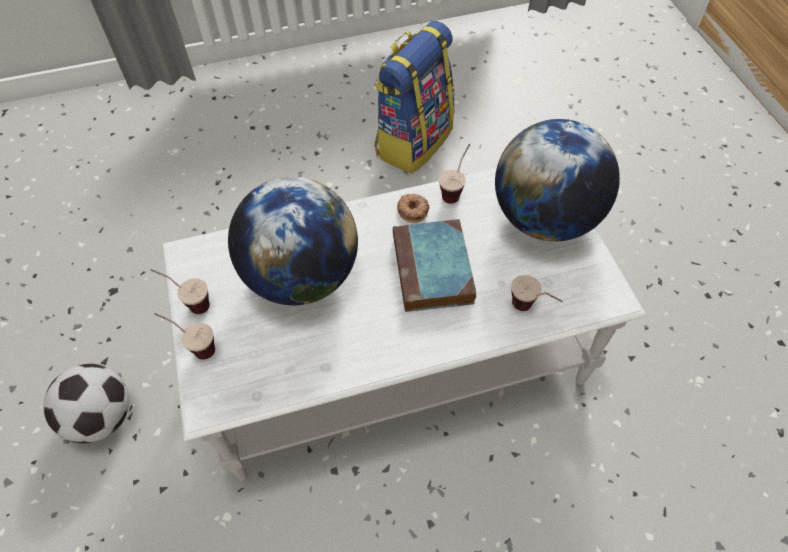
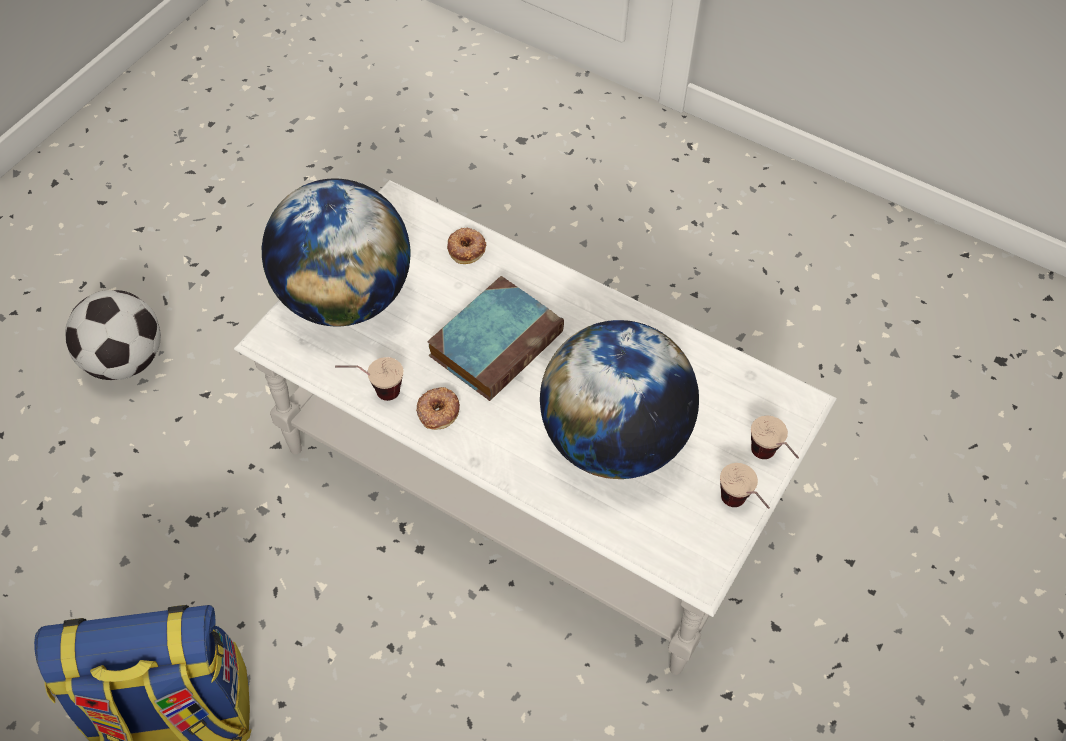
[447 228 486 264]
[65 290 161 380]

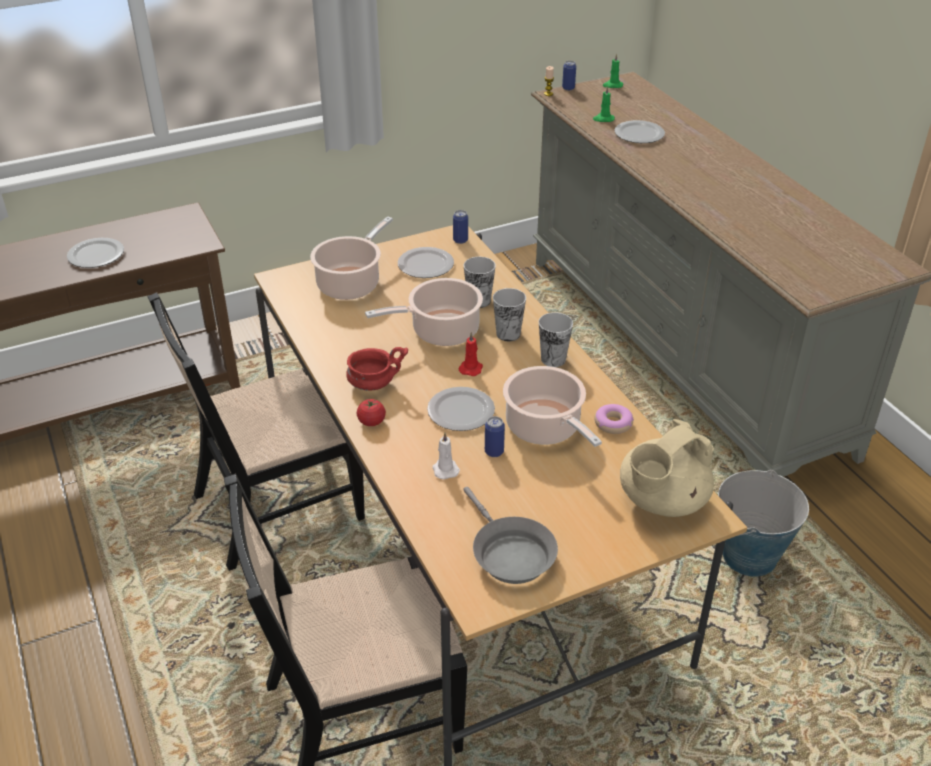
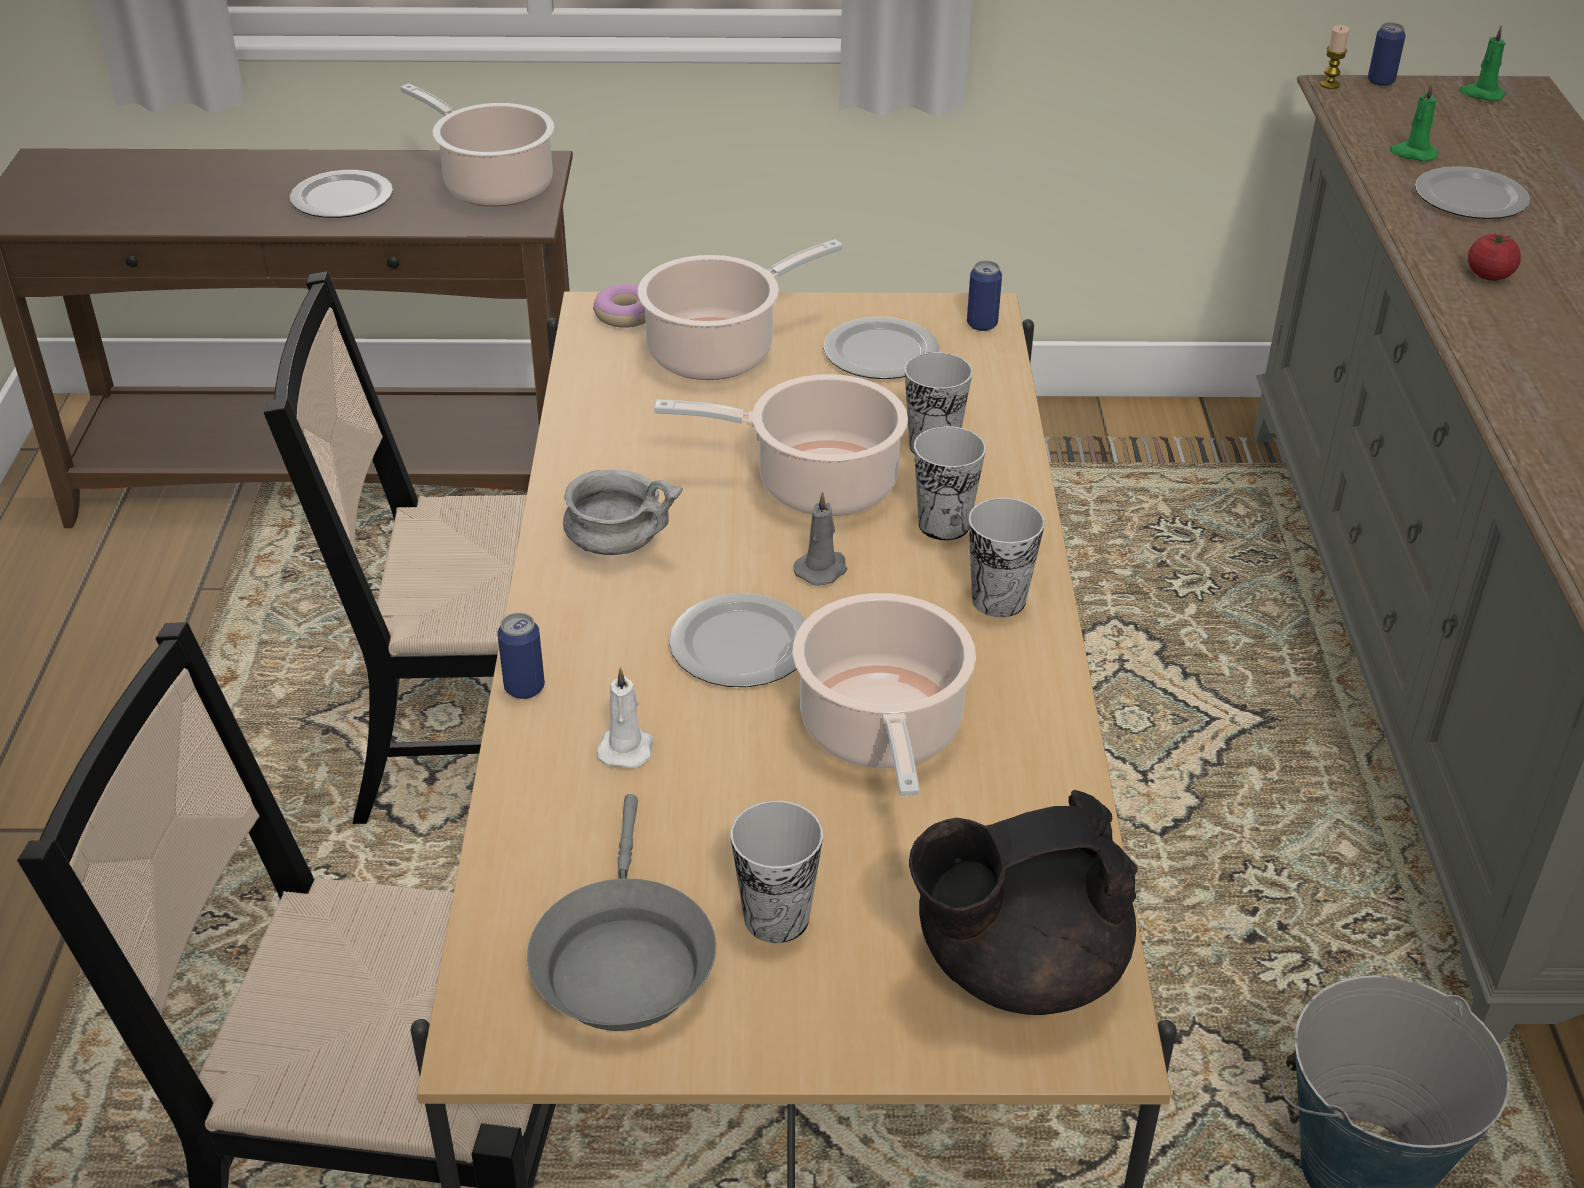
[793 492 847 586]
[563 470 683 555]
[1468 234 1521 281]
[593 284 646 328]
[497 613 545 699]
[909 790 1137 1015]
[400 83 555 207]
[731 801 823 943]

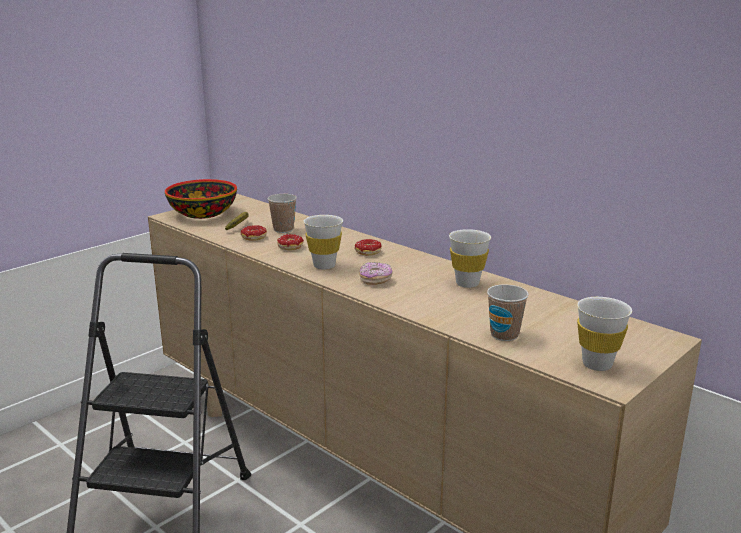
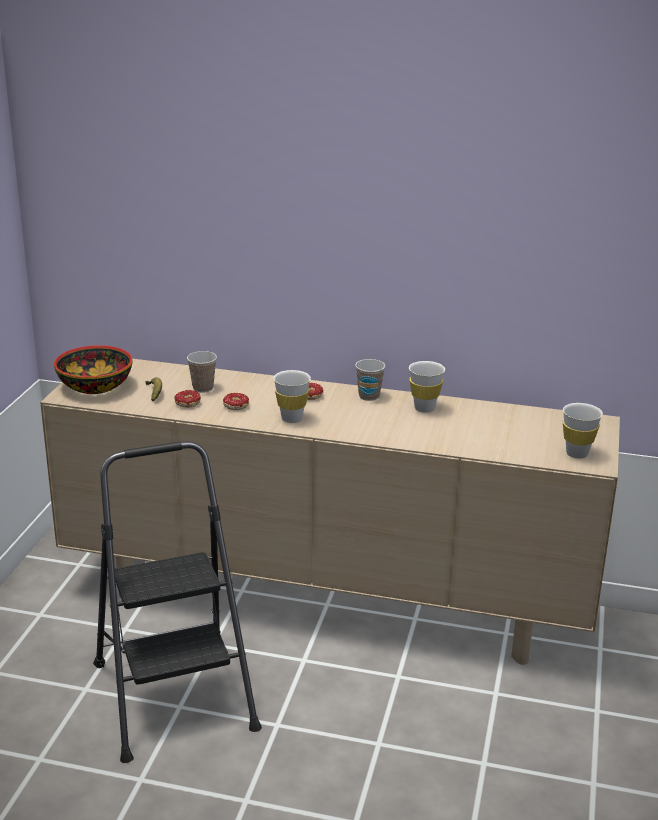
[359 262 393 285] (first image)
[355 359 385 401]

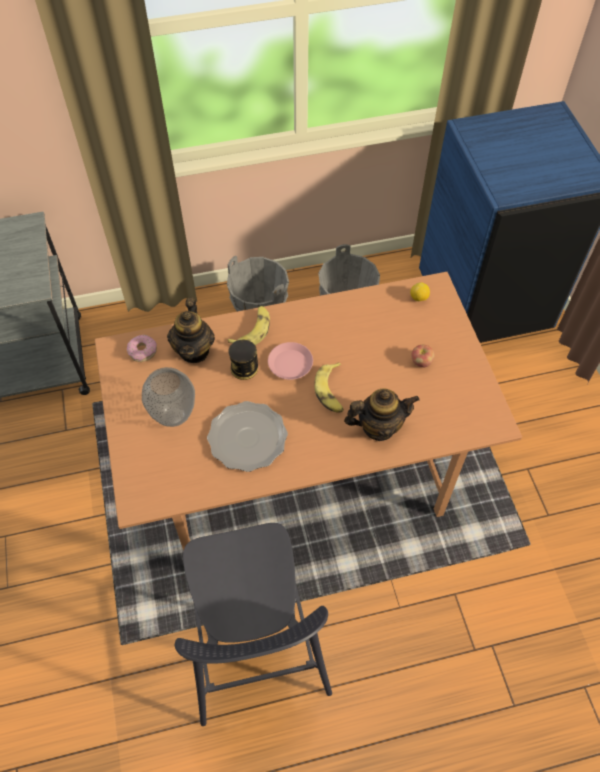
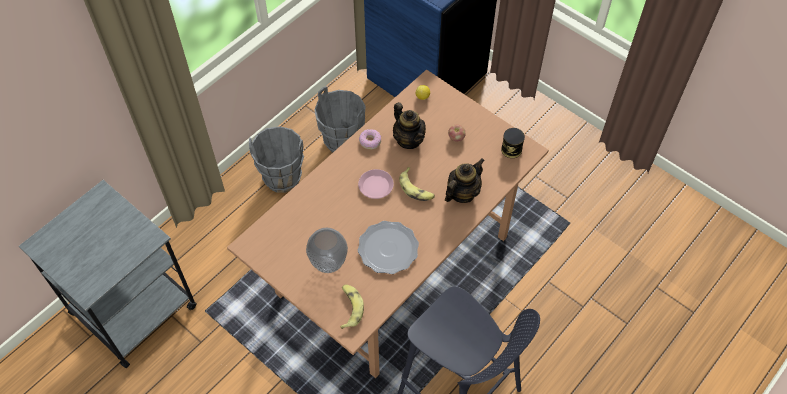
[393 102 426 149]
[340 285 364 329]
[359 129 381 150]
[501 128 525 158]

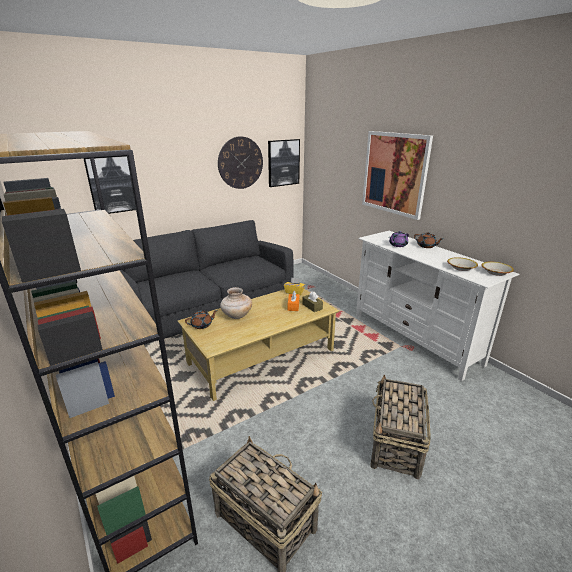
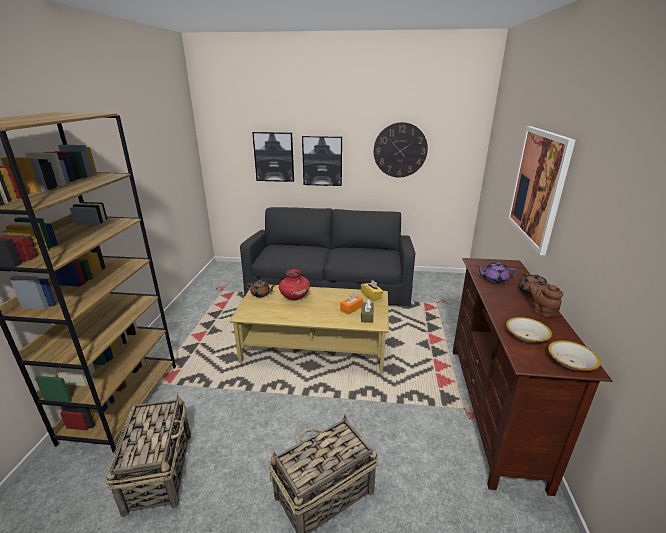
[302 136 342 186]
[453 258 613 496]
[279 269 310 301]
[529 281 563 318]

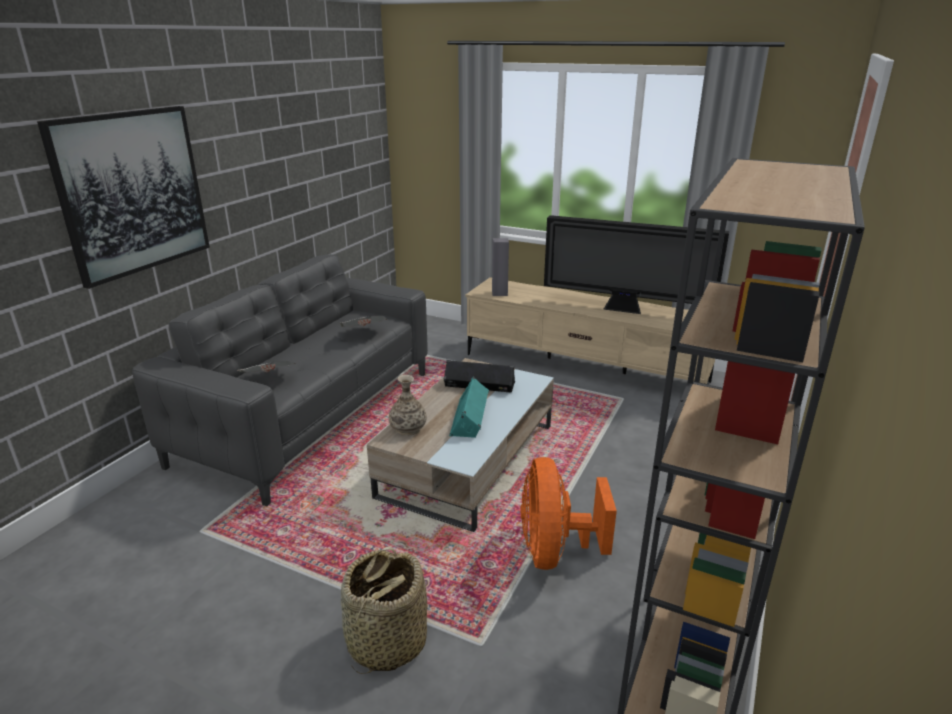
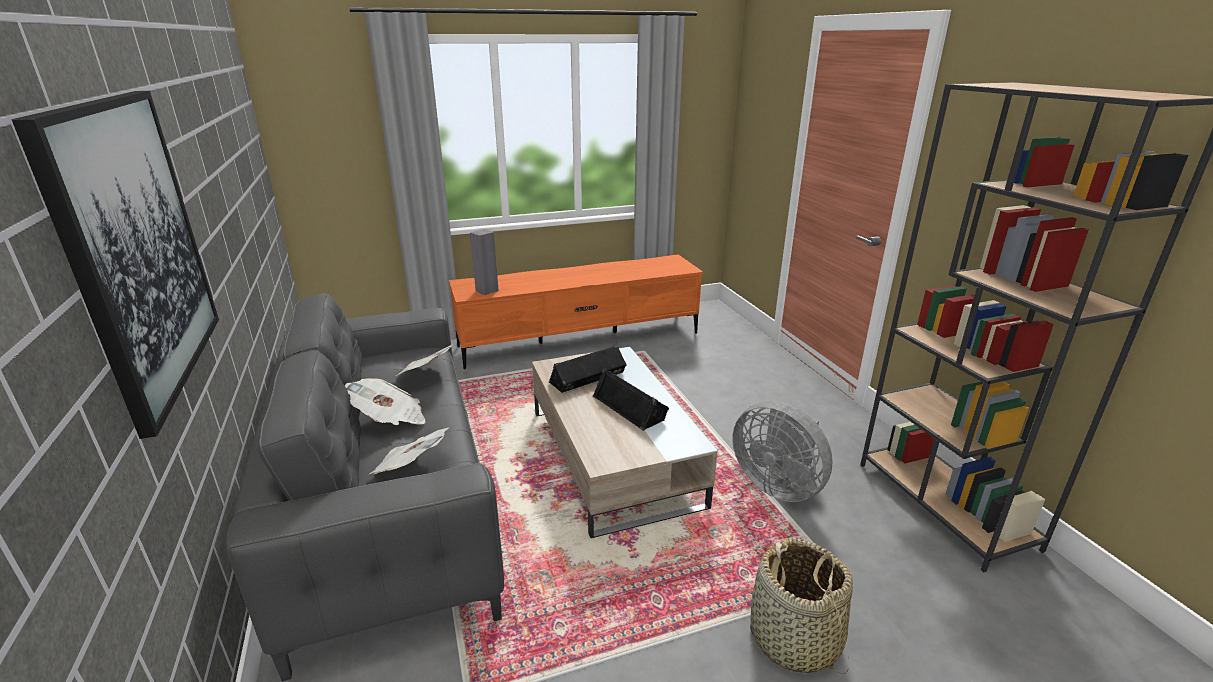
[544 215 729 314] (first image)
[449 254 703 370]
[389 375 427 435] (first image)
[593 367 669 431]
[732 401 833 502]
[345 378 426 425]

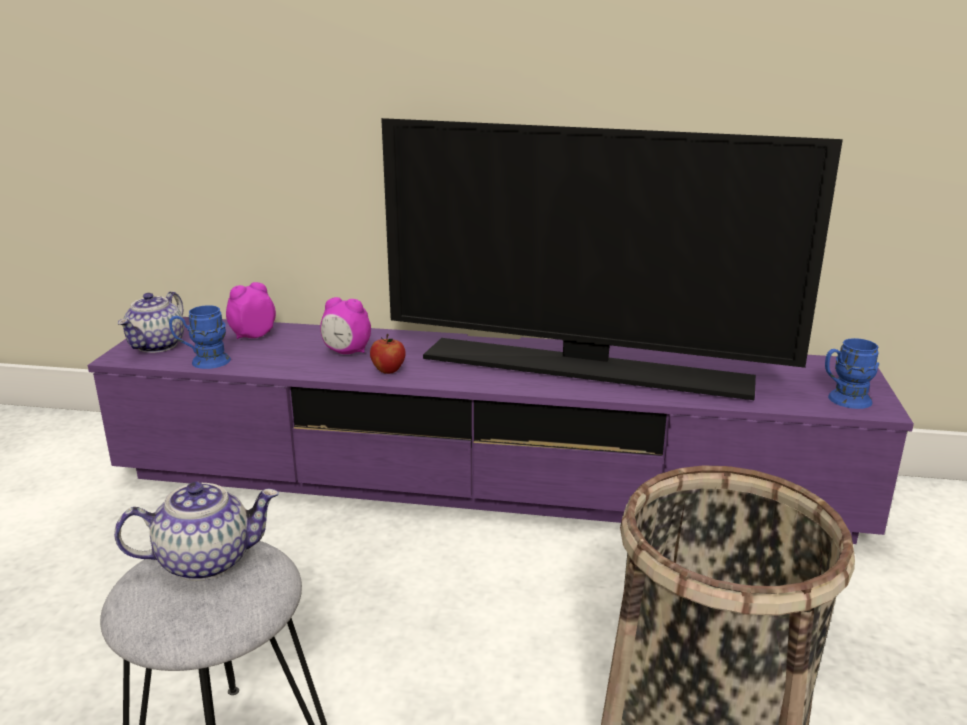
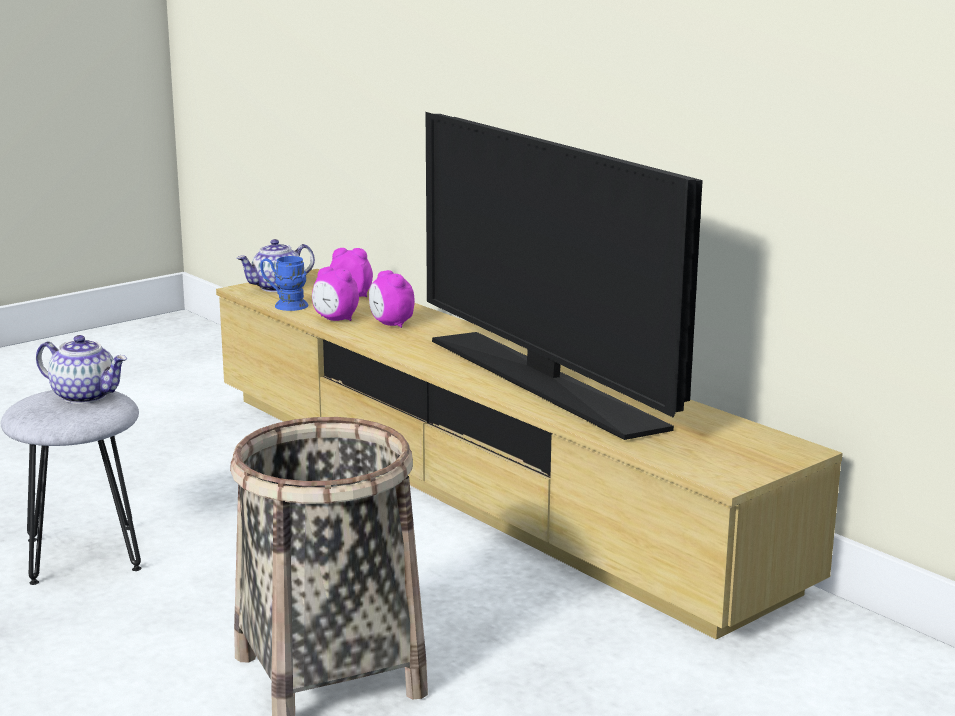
[216 269 843 640]
[370 334 406 374] (first image)
[825 338 879 409] (first image)
[312 267 359 321]

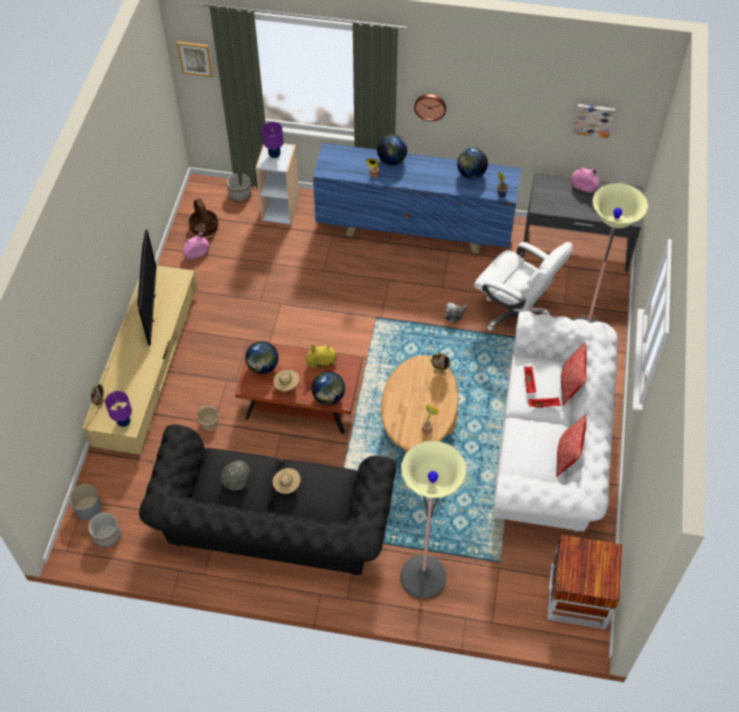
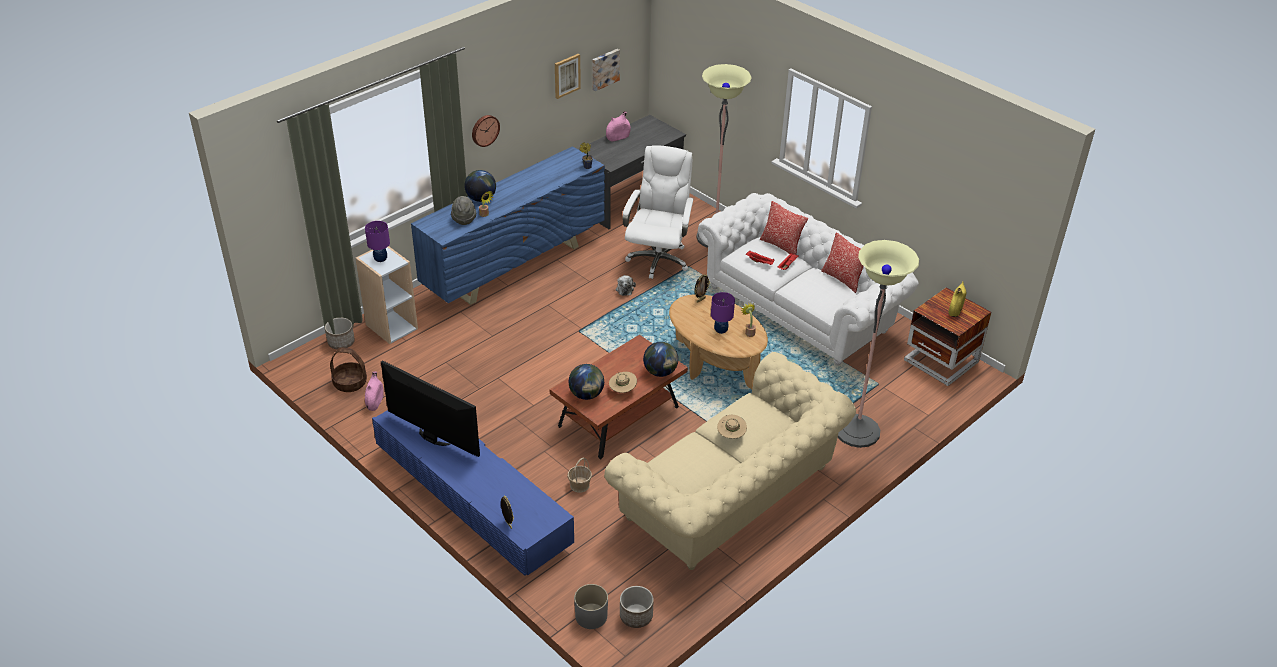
[555 54 581 99]
[457 148 488 179] (first image)
[623 146 693 279]
[372 410 574 576]
[948 282 966 317]
[711 292 735 334]
[604 352 856 570]
[451 196 476 225]

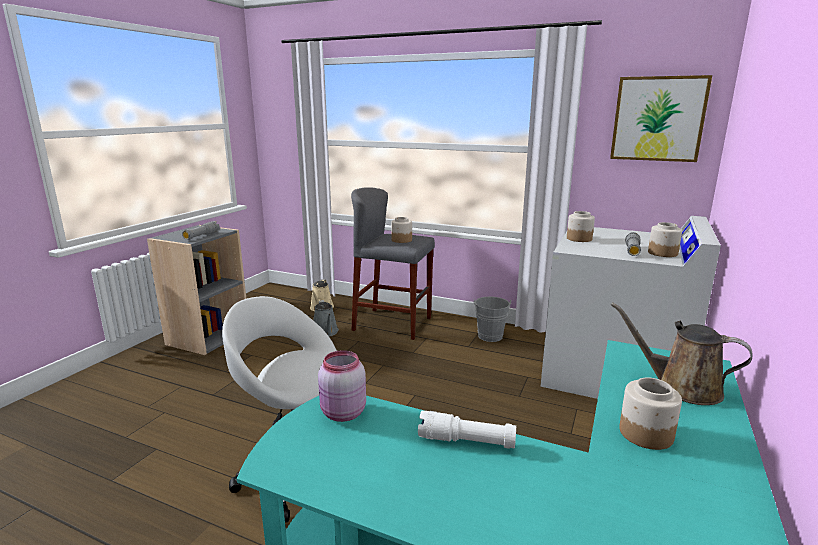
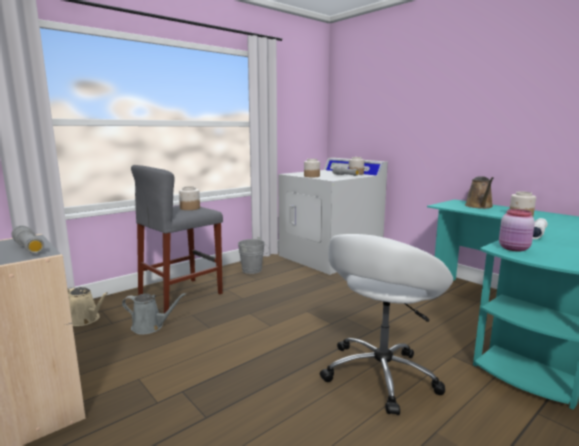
[610 75 712 162] (first image)
[465 176 494 209]

